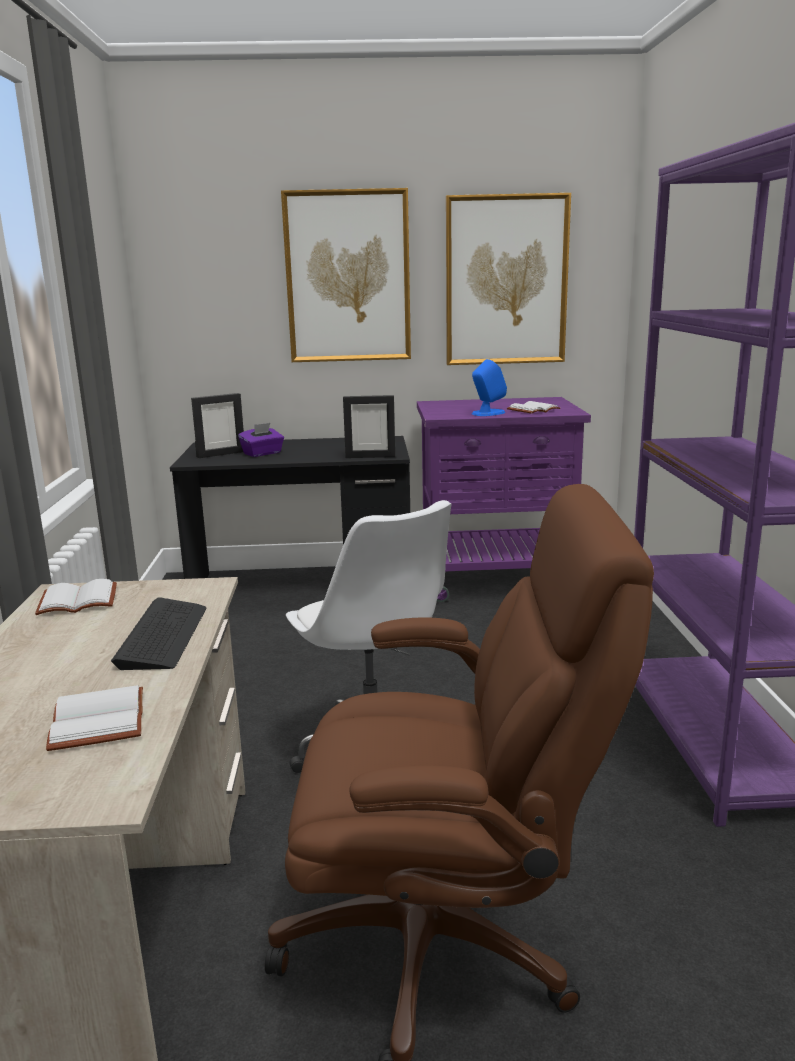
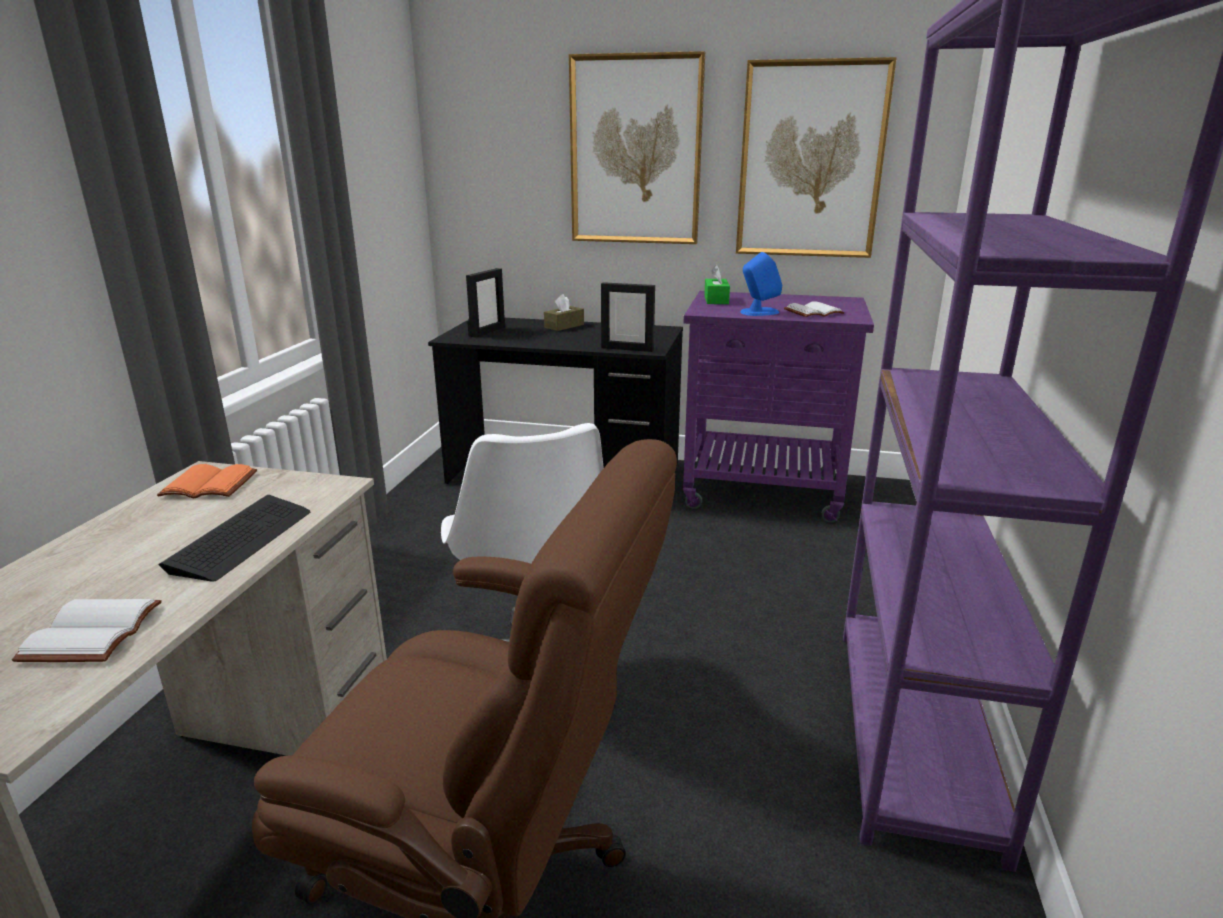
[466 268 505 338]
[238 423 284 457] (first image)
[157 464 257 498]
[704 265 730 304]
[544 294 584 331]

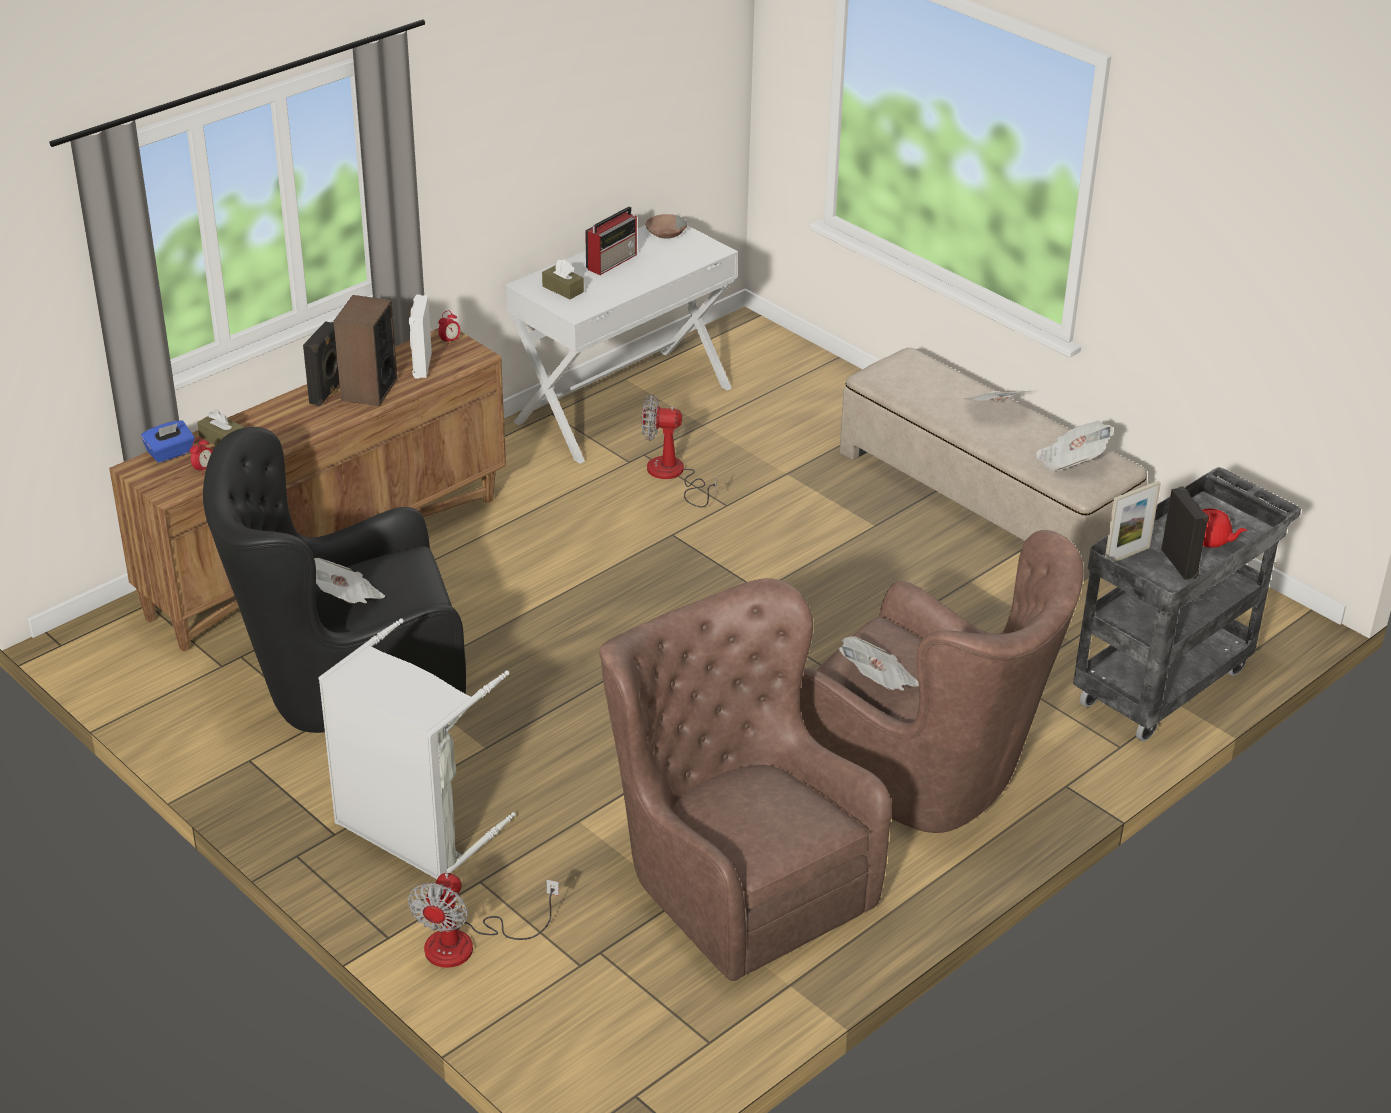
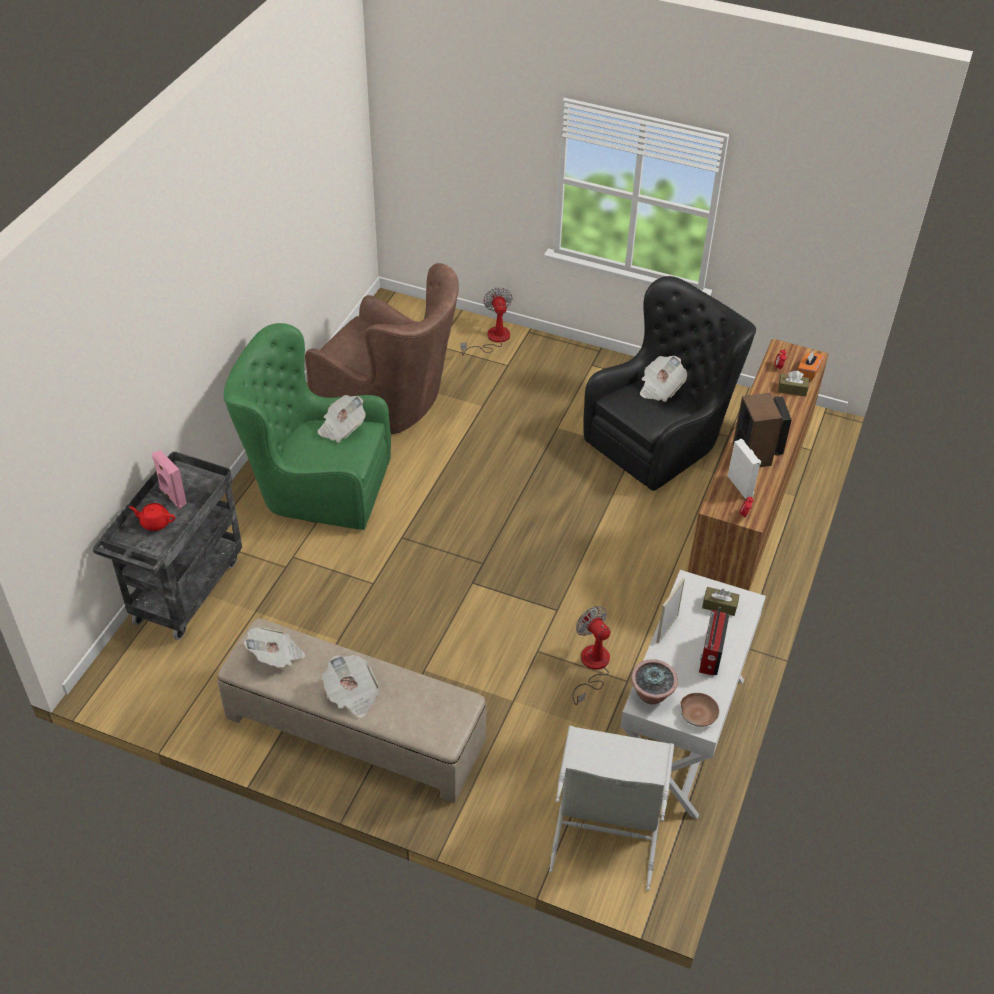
[572 606 611 705]
[798 351 825 380]
[656 578 685 644]
[152 450 187 508]
[223 323 391 530]
[549 726 674 891]
[631 659 678 704]

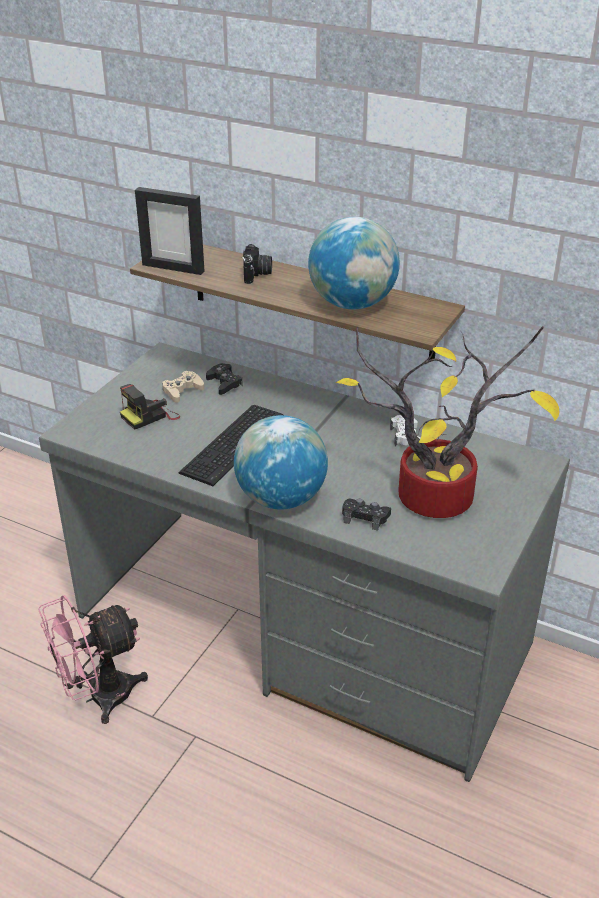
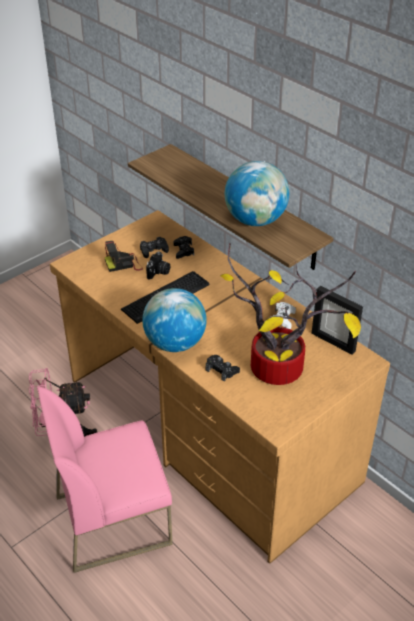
[311 286 363 355]
[146 252 170 280]
[50 210 390 563]
[140 237 169 258]
[37 387 173 573]

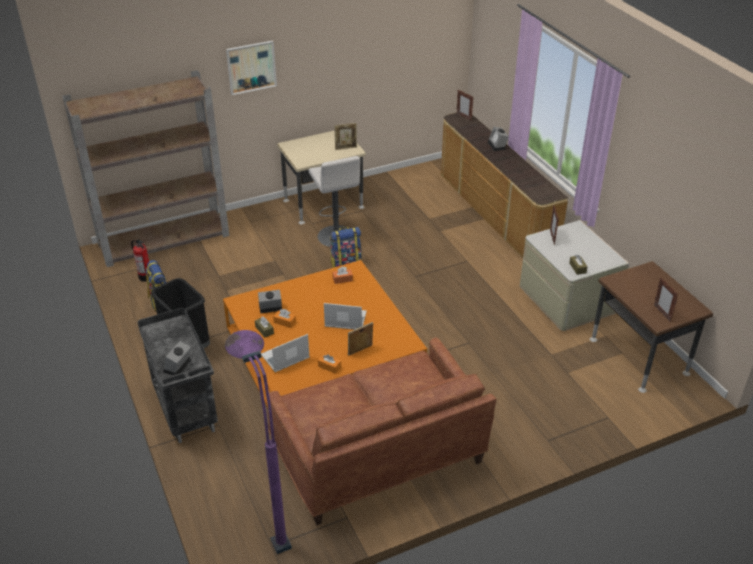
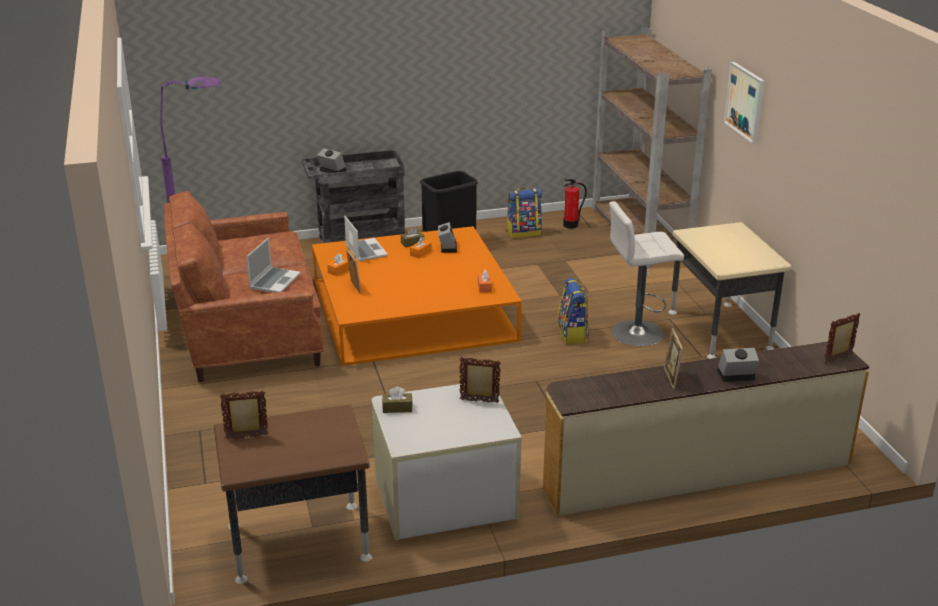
[664 328 683 389]
[246 237 301 293]

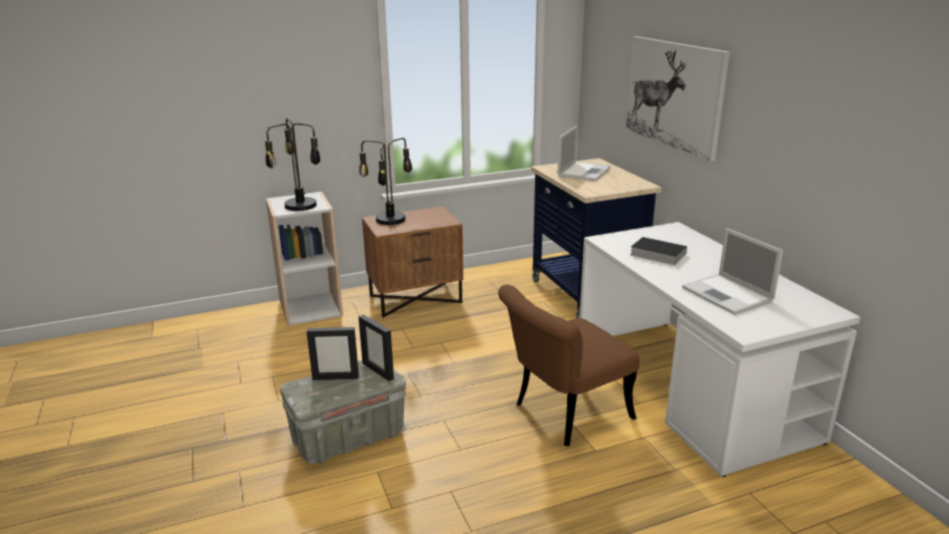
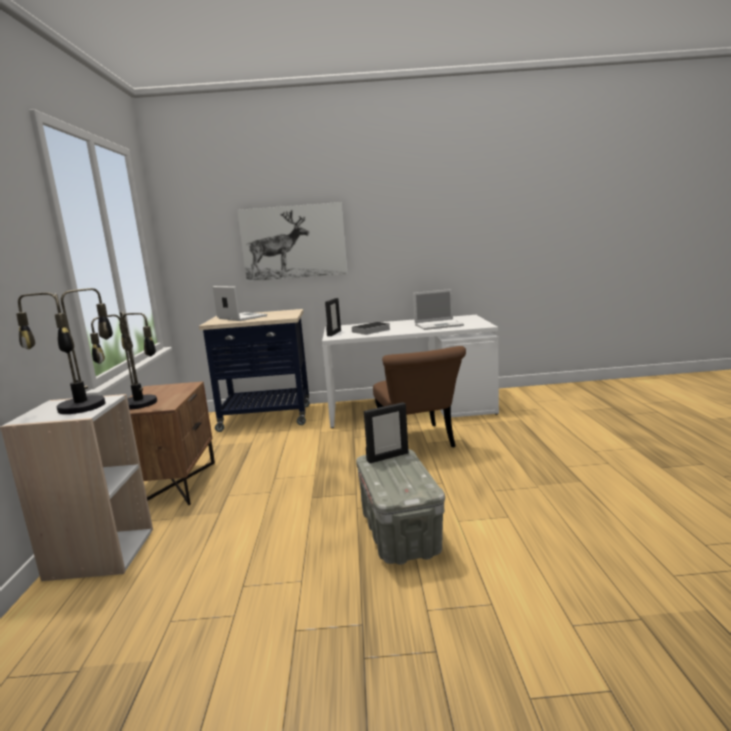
[325 298 341 336]

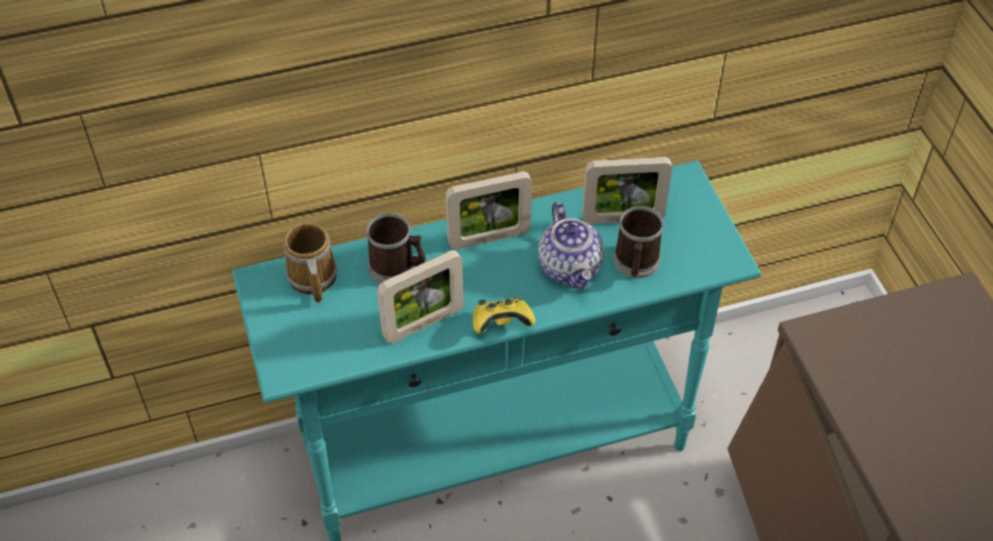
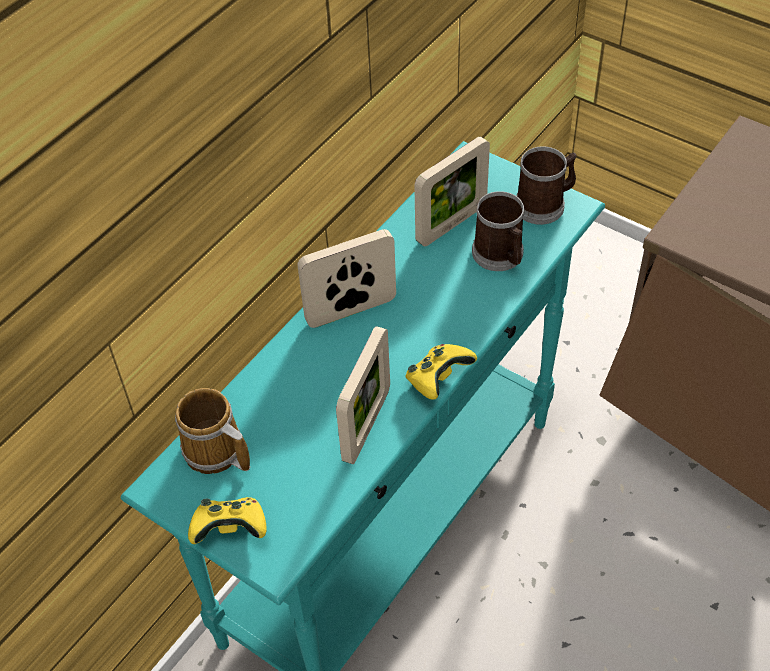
[297 229 396 328]
[538 202 604 290] (first image)
[517 146 577 225]
[188 497 267 544]

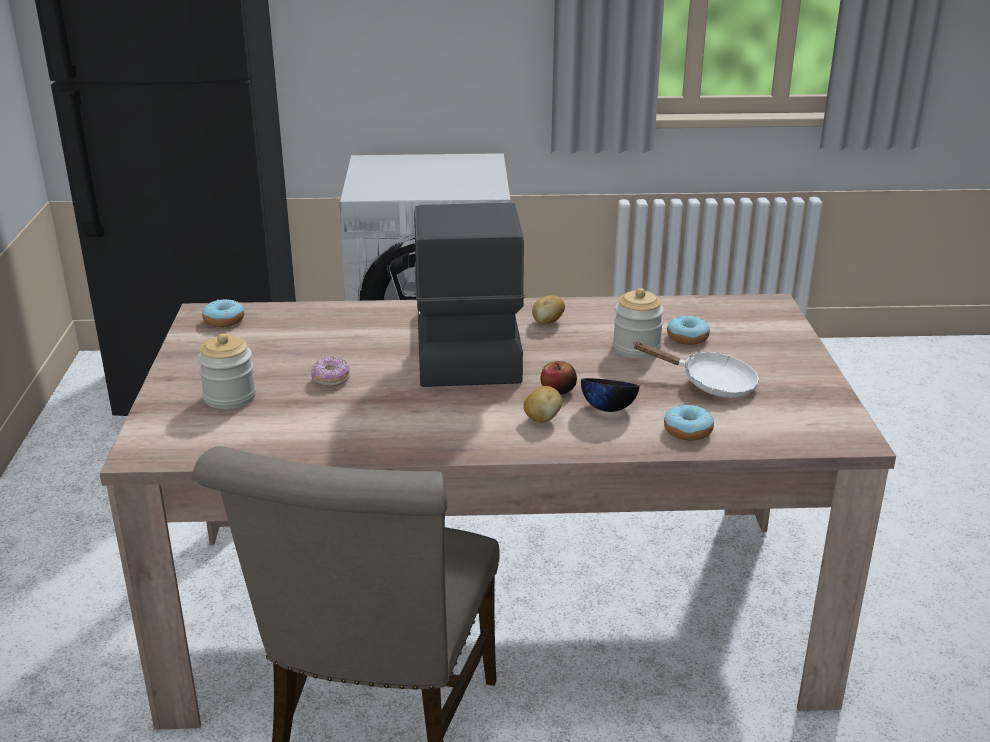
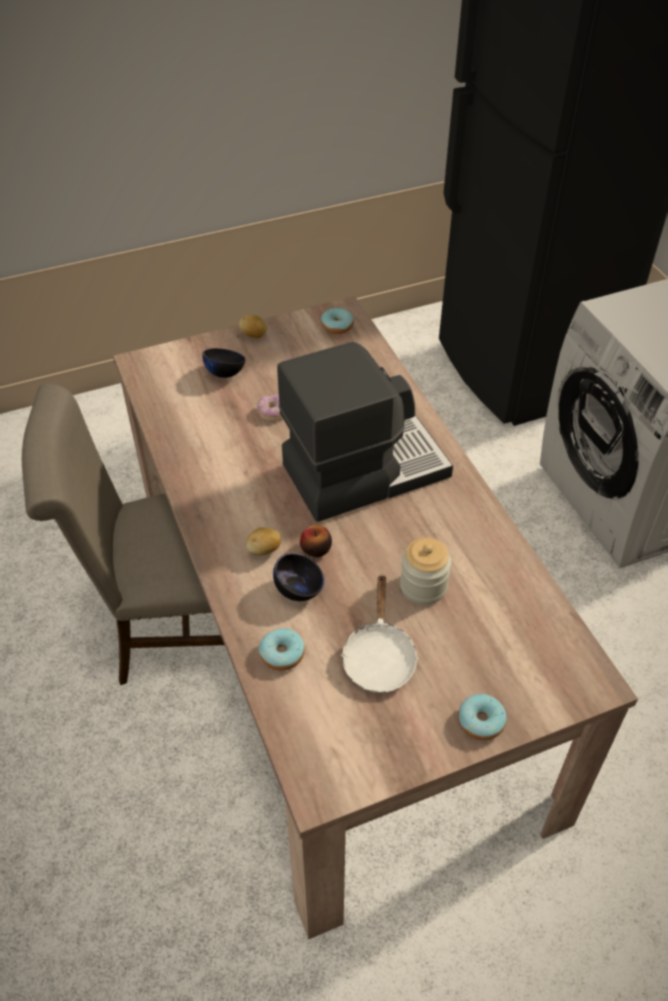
[239 315 268 338]
[458 694 506 740]
[202 348 246 378]

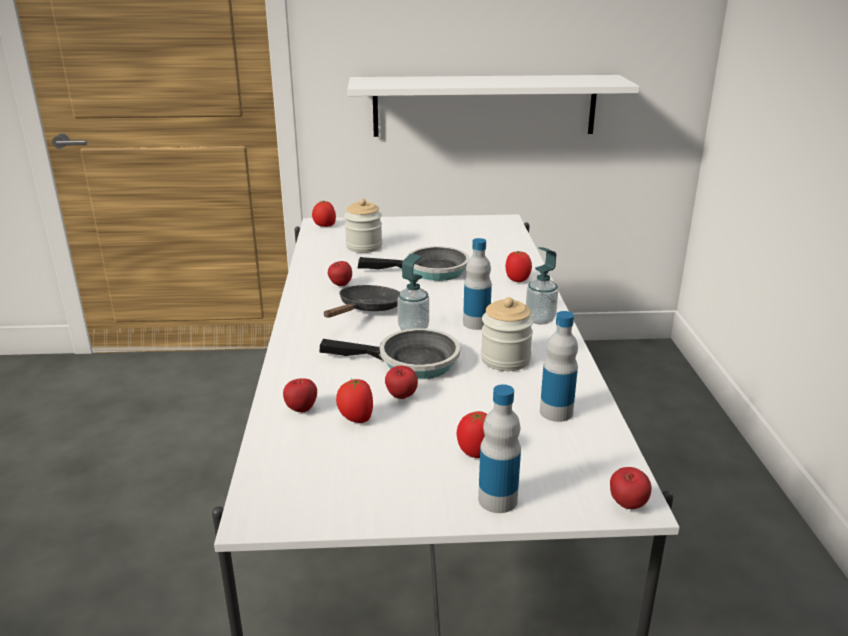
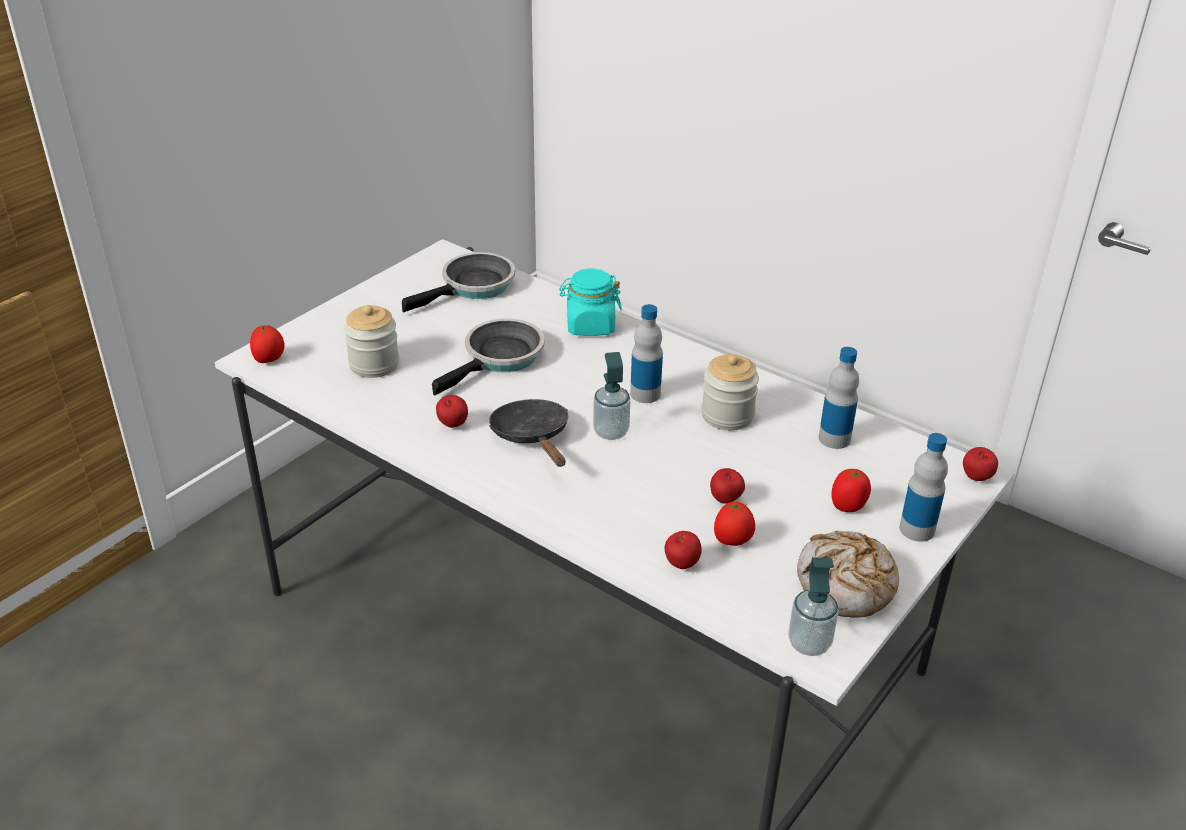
[347 75 640 137] (first image)
[788 557 839 656]
[559 268 622 336]
[402 252 515 312]
[797 531 899 618]

